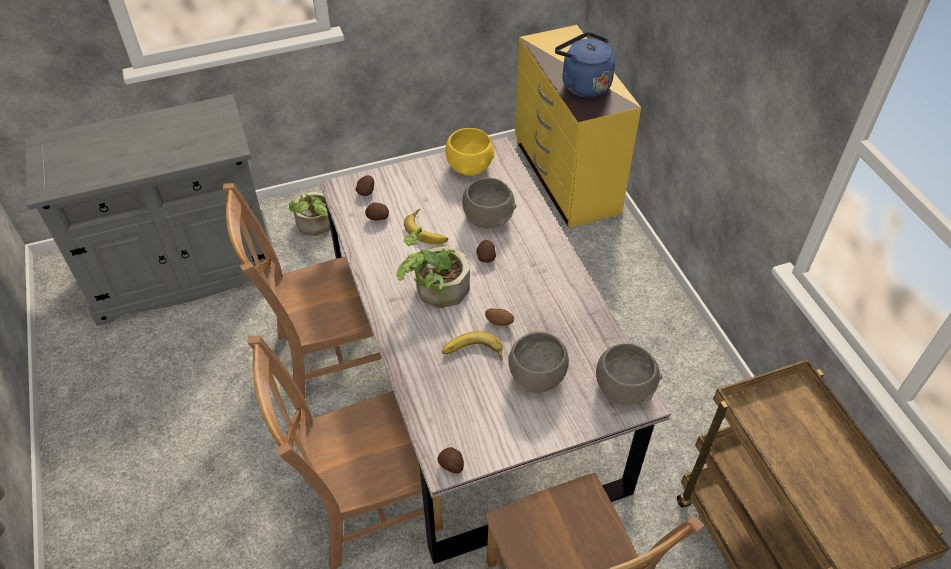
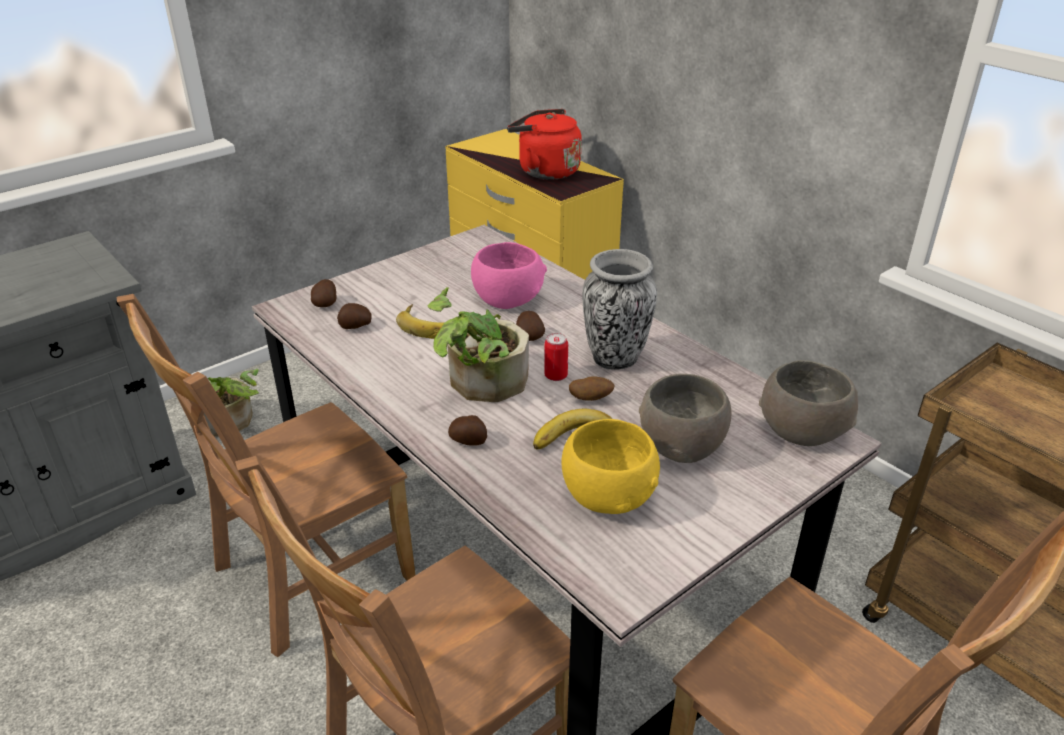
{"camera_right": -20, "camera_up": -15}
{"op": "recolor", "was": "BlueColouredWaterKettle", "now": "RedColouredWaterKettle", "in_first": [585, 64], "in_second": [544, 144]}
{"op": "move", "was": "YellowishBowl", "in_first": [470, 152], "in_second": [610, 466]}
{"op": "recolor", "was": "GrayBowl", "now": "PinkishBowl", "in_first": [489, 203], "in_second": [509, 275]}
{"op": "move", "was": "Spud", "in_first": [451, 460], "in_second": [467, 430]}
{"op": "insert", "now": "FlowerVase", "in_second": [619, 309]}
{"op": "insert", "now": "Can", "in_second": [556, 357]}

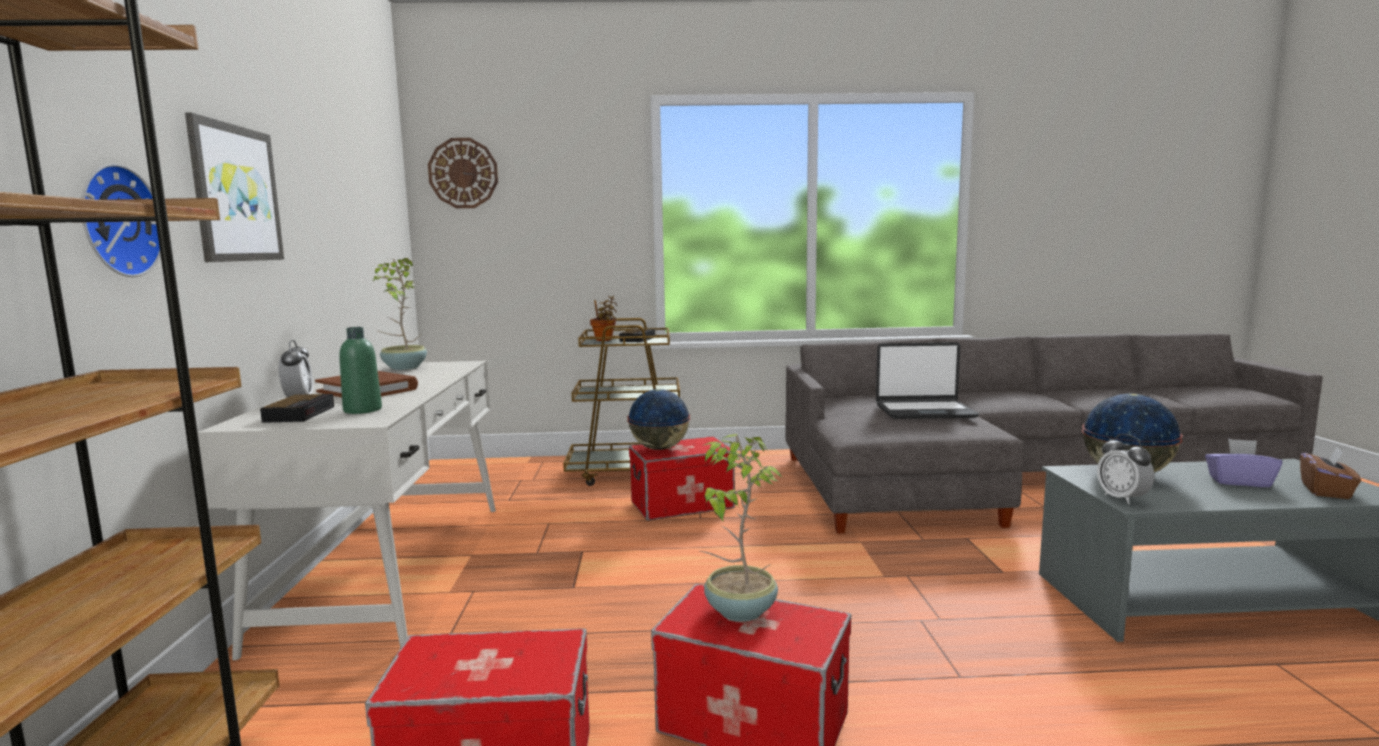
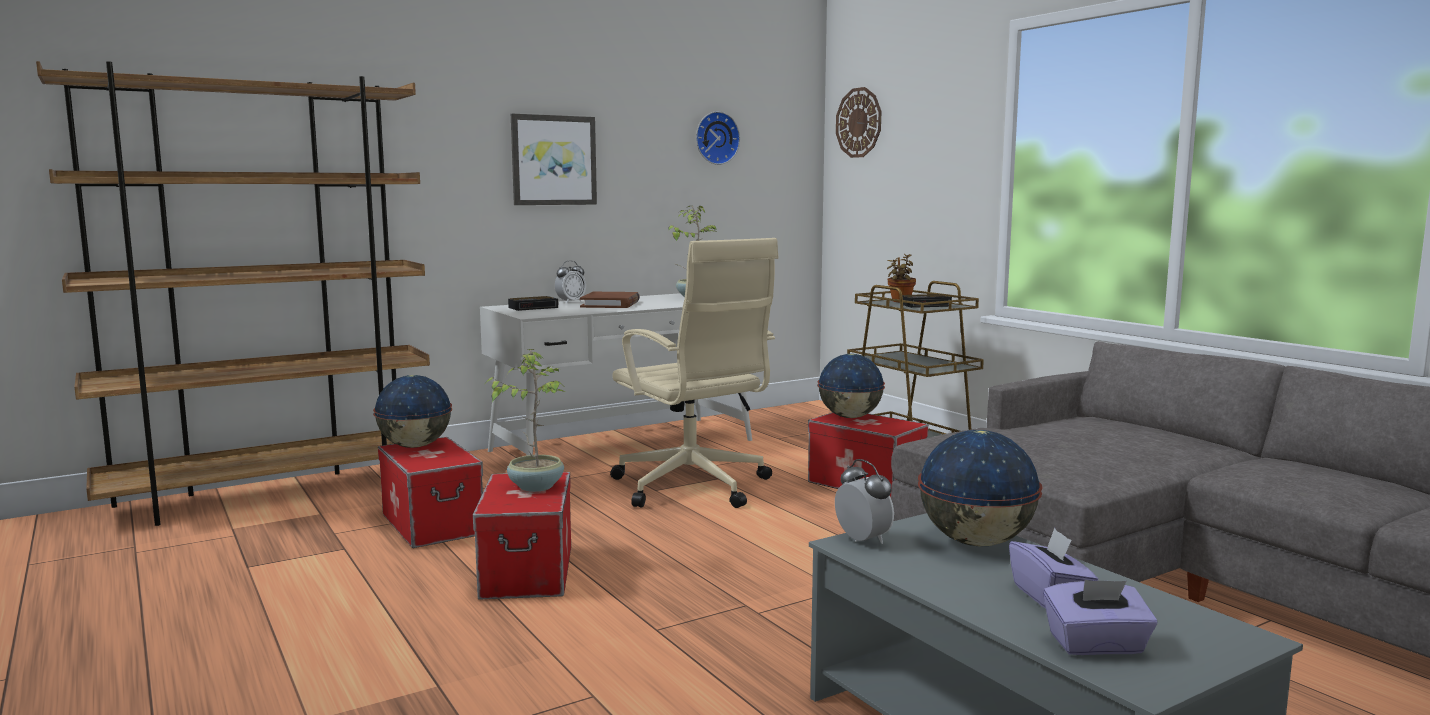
{"camera_right": 60, "camera_up": 0}
{"op": "move", "was": "WallClock", "in_first": [121, 220], "in_second": [718, 138]}
{"op": "delete", "was": "GreenColouredDrinkBottle", "in_first": [360, 370]}
{"op": "delete", "was": "PortableComputer", "in_first": [927, 380]}
{"op": "rotate", "was": "TableClock", "in_first": [1125, 469], "in_second": [864, 501], "clockwise": 105}
{"op": "recolor", "was": "BrownColouredTissueBox", "now": "PurplishTissueBox", "in_first": [1330, 473], "in_second": [1100, 617]}
{"op": "insert", "now": "SandColouredOfficeChair", "in_second": [694, 373]}
{"op": "insert", "now": "Globe", "in_second": [412, 411]}

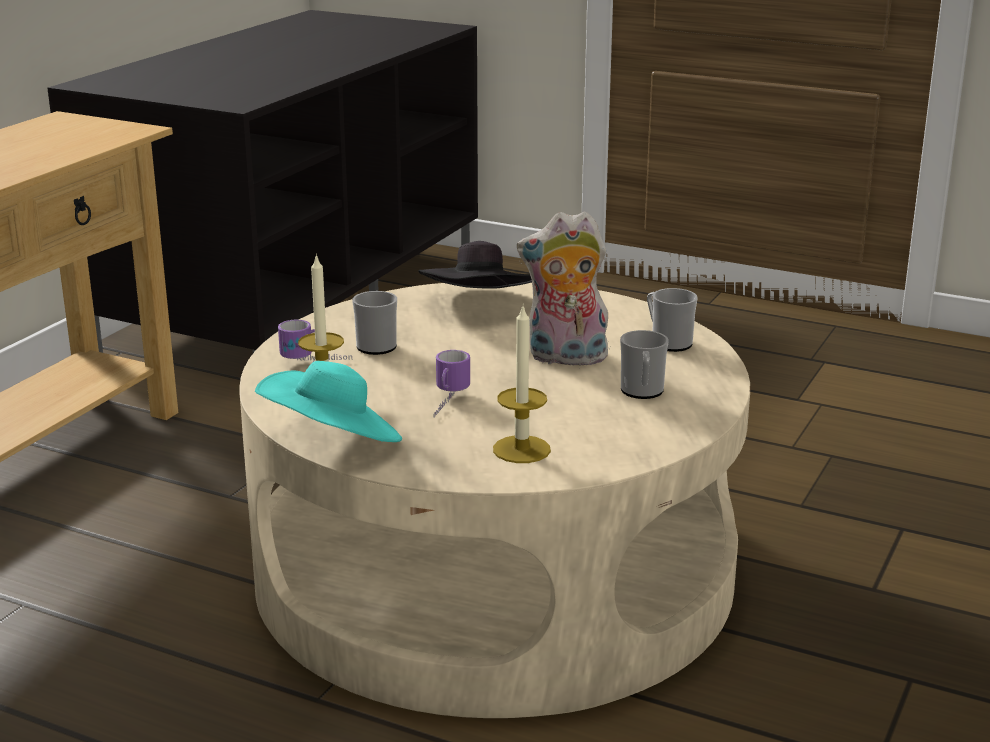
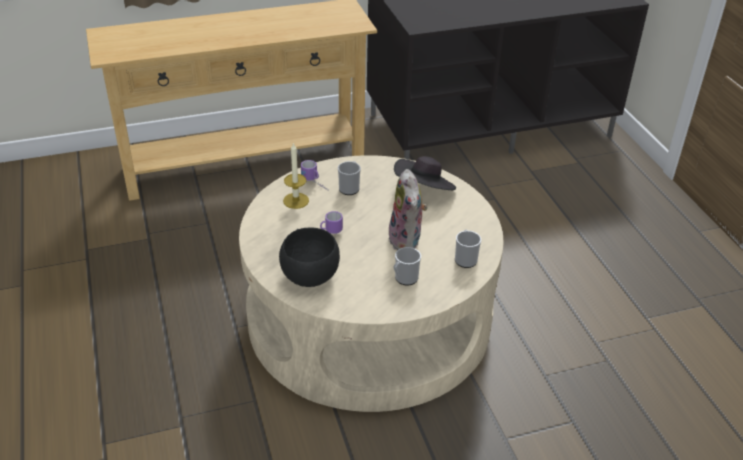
{"camera_right": 45, "camera_up": 15}
{"op": "rotate", "was": "PlushToy", "in_first": [562, 290], "in_second": [408, 209], "clockwise": -150}
{"op": "replace", "was": "WaxLight", "now": "BlackColouredBowl", "in_first": [522, 385], "in_second": [309, 257]}
{"op": "delete", "was": "BlueGreenWearableHat", "in_first": [328, 401]}

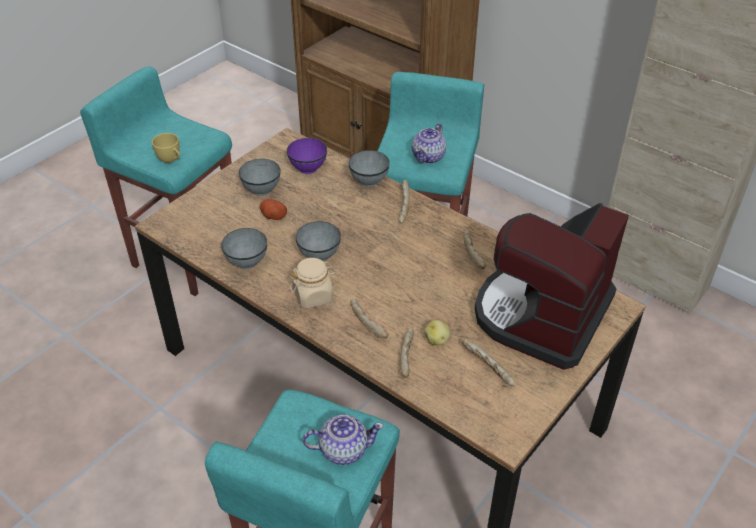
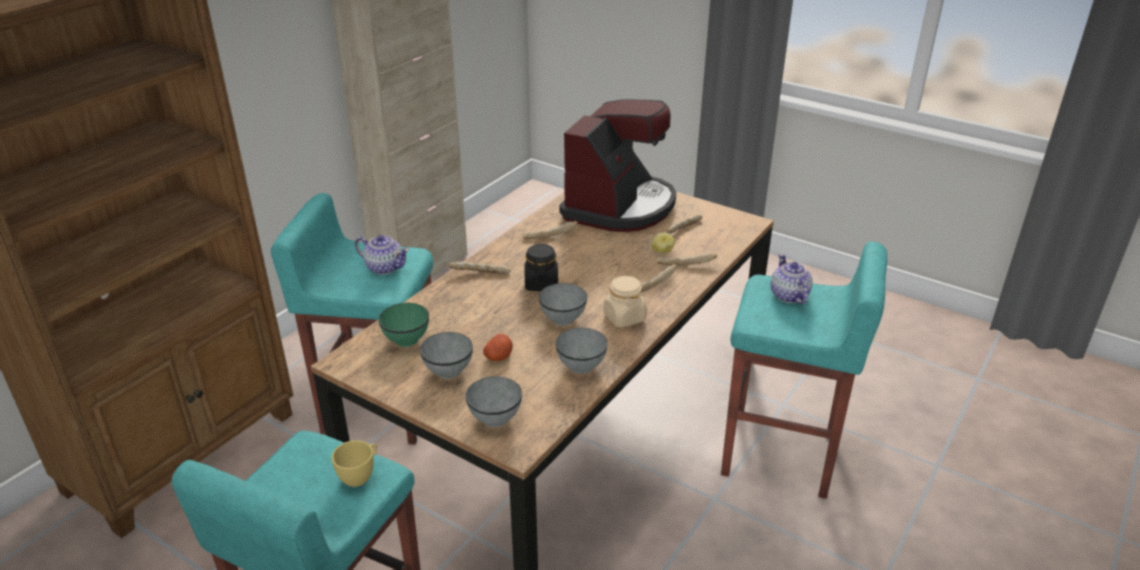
{"camera_right": -95, "camera_up": -10}
{"op": "recolor", "was": "PurplishBowl", "now": "GreenColouredBowl", "in_first": [307, 156], "in_second": [403, 325]}
{"op": "move", "was": "GrayBowl", "in_first": [369, 168], "in_second": [494, 401]}
{"op": "rotate", "was": "CoffeeMaker", "in_first": [552, 286], "in_second": [618, 165], "clockwise": -90}
{"op": "insert", "now": "BlackColouredJar", "in_second": [541, 267]}

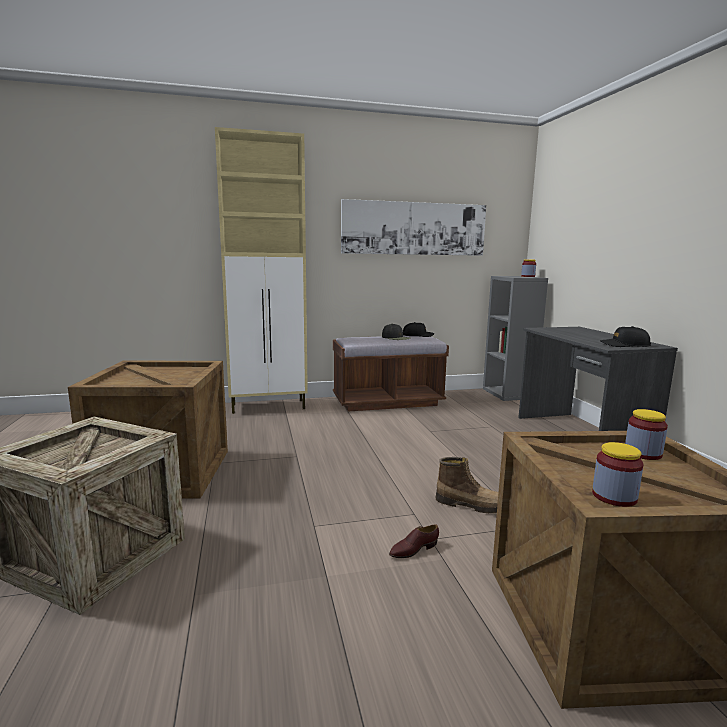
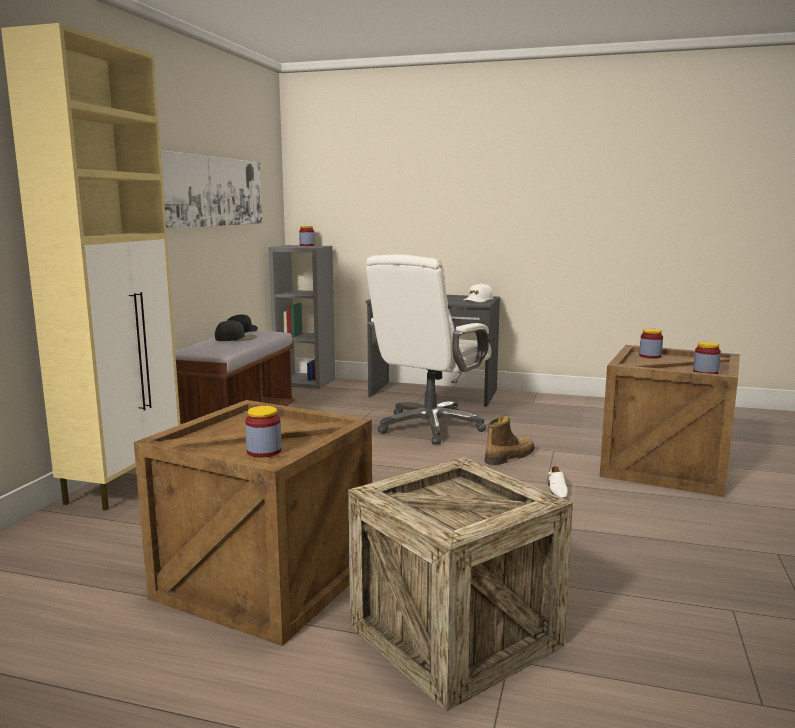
{"camera_right": -60, "camera_up": 0}
{"op": "recolor", "was": "BlackColouredPeakedCap", "now": "WhitePeakedCap", "in_first": [625, 336], "in_second": [478, 292]}
{"op": "recolor", "was": "BrownColouredShoe", "now": "WhiteShoe", "in_first": [414, 541], "in_second": [558, 482]}
{"op": "insert", "now": "WhiteOfficeChair", "in_second": [428, 349]}
{"op": "insert", "now": "Jar", "in_second": [263, 431]}

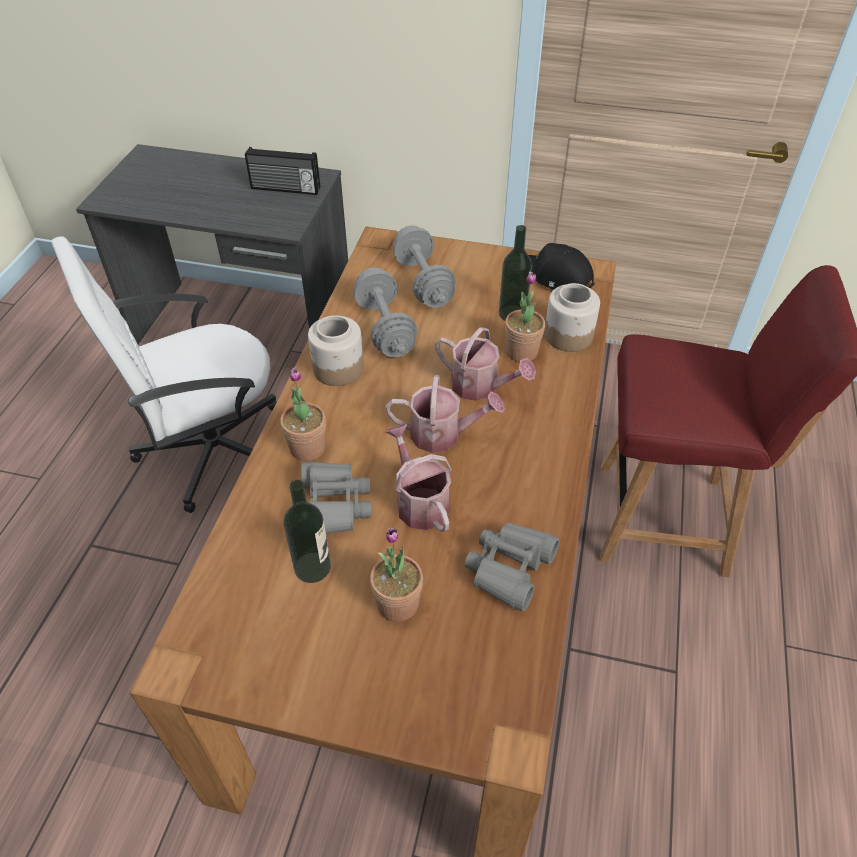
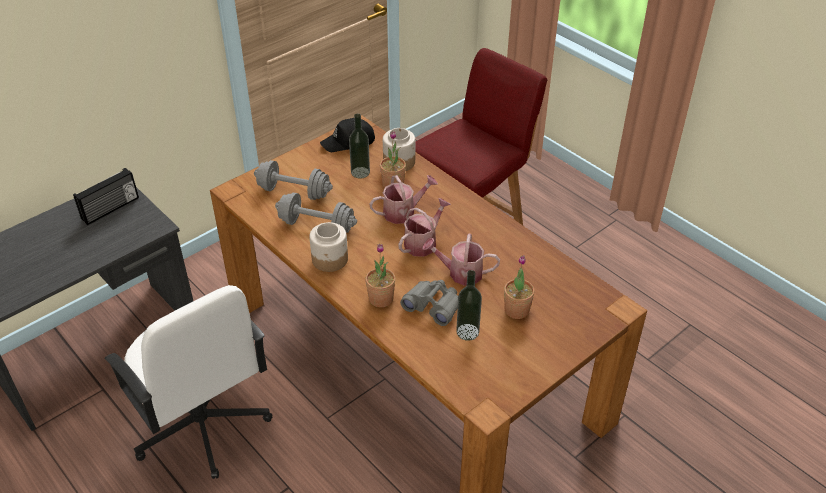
{"camera_right": -55, "camera_up": -5}
{"op": "rotate", "was": "WhiteOfficeChair", "in_first": [164, 374], "in_second": [188, 382], "clockwise": -45}
{"op": "delete", "was": "GrayBinoculars", "in_first": [512, 567]}

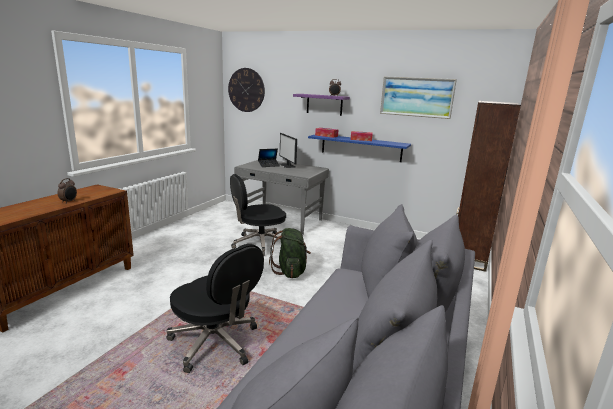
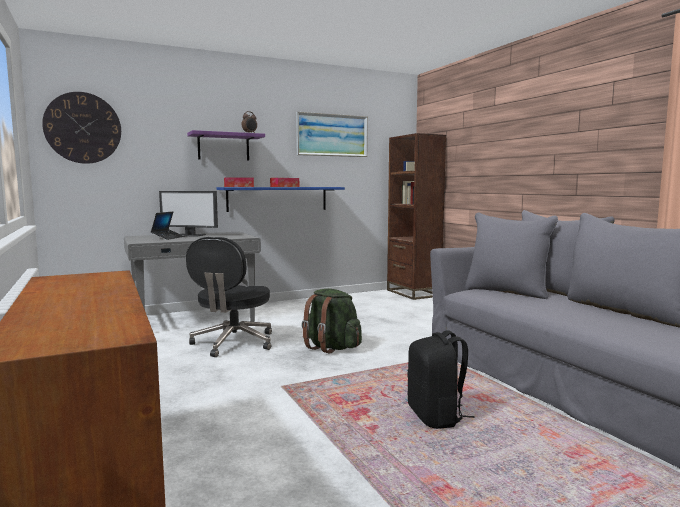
{"camera_right": -50, "camera_up": -10}
{"op": "delete", "was": "TableClock", "in_first": [67, 191]}
{"op": "replace", "was": "BlackColouredOfficeChair", "now": "BlackColouredBackpack", "in_first": [215, 308], "in_second": [441, 379]}

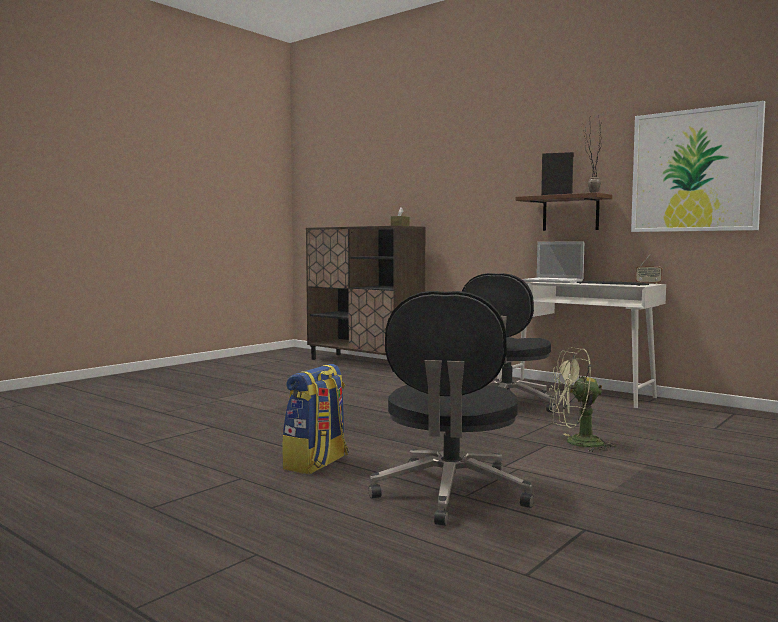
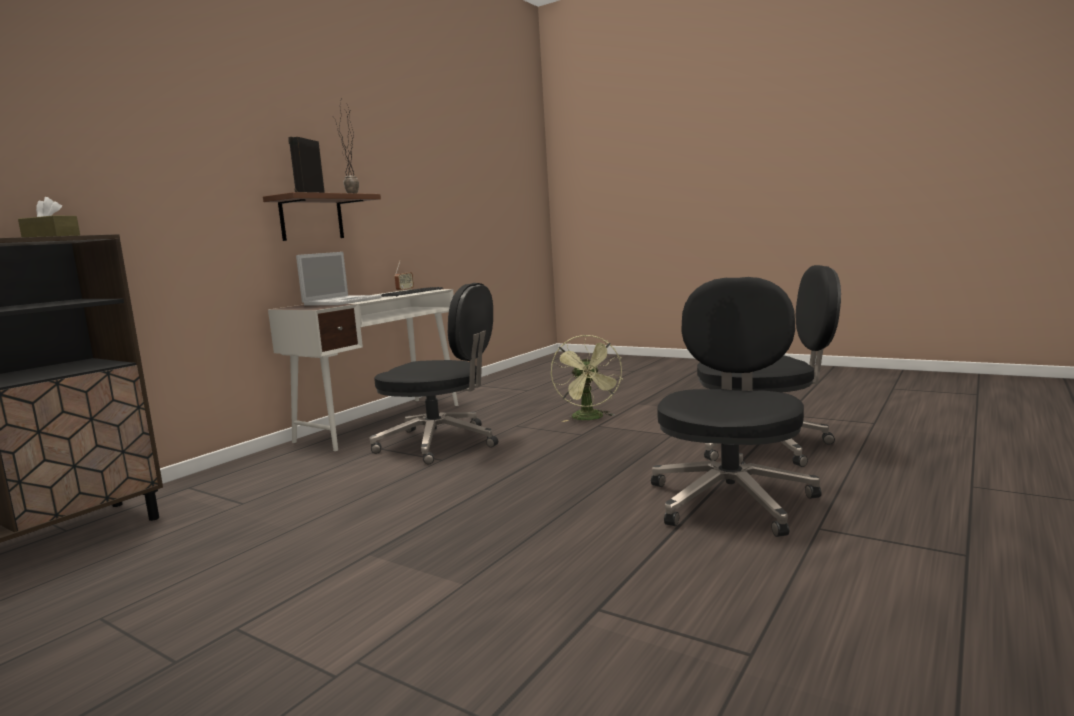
{"camera_right": -95, "camera_up": 5}
{"op": "delete", "was": "Picture", "in_first": [698, 166]}
{"op": "replace", "was": "Backpack", "now": "BlackColouredOfficeChair", "in_first": [315, 419], "in_second": [736, 407]}

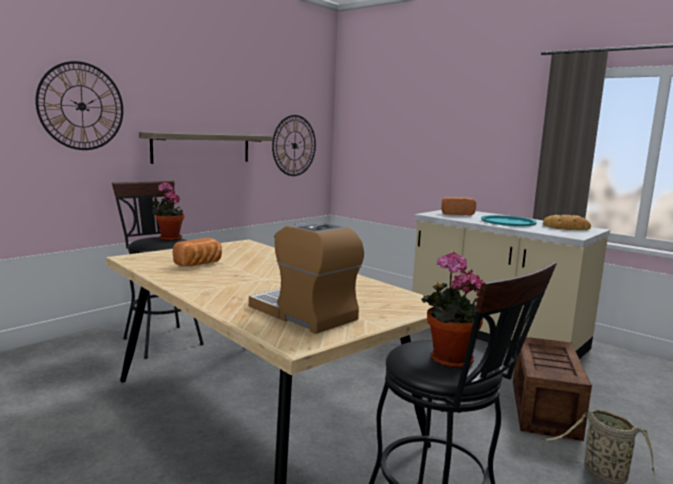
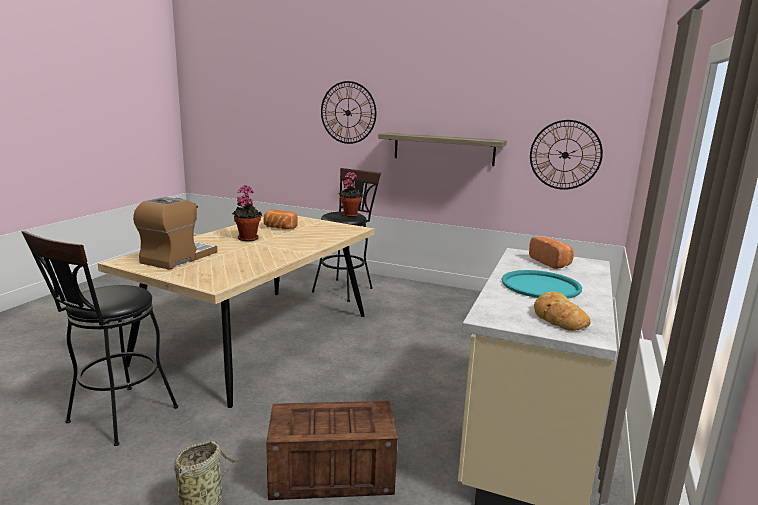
{"camera_right": 70, "camera_up": 5}
{"op": "move", "was": "Houseplant", "in_first": [453, 310], "in_second": [247, 213]}

